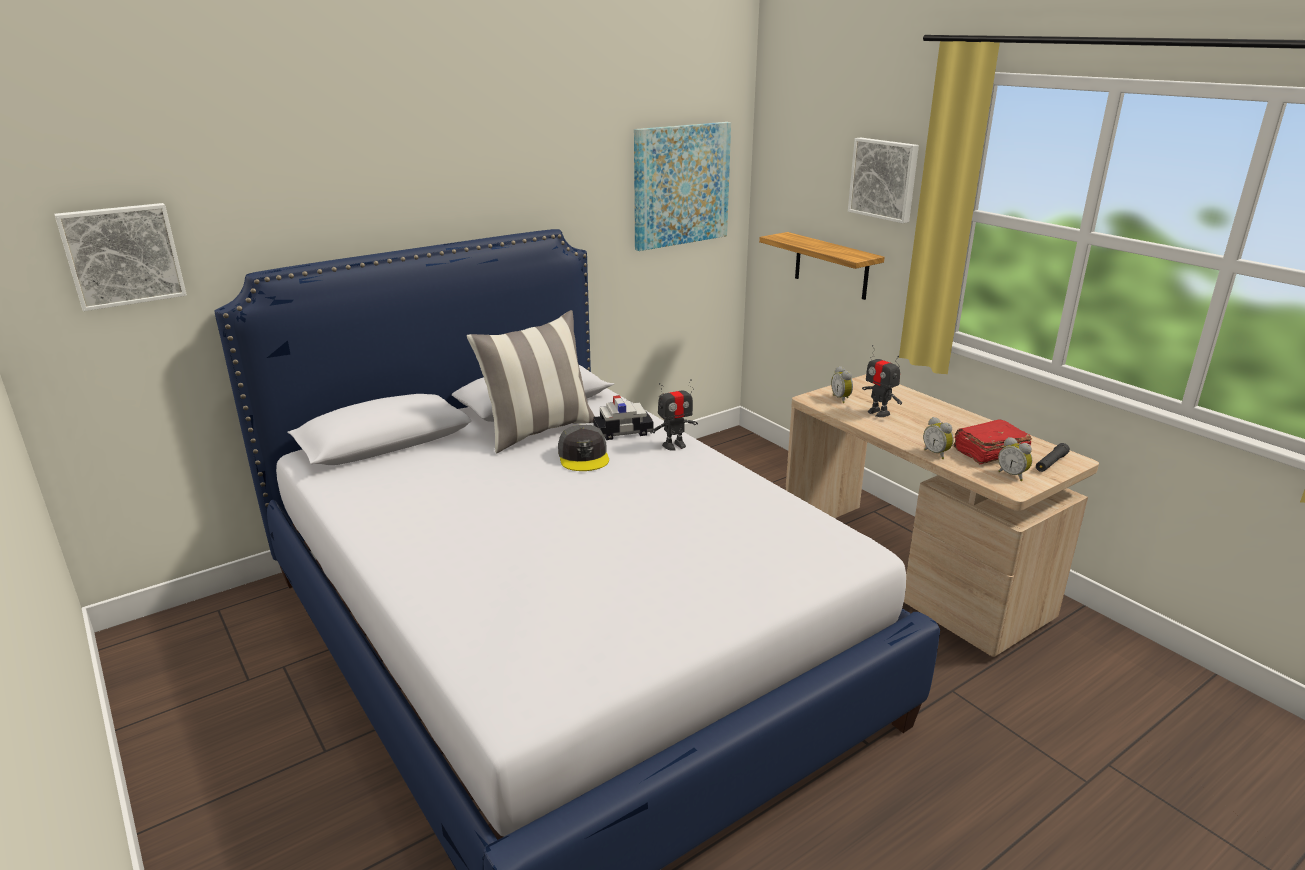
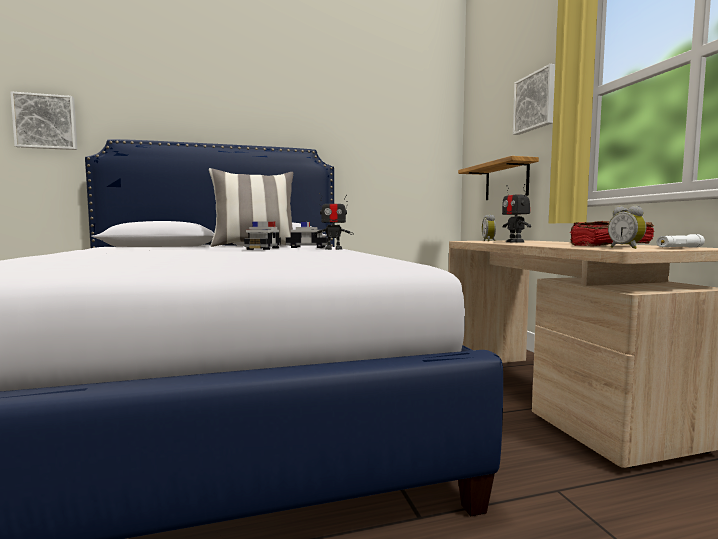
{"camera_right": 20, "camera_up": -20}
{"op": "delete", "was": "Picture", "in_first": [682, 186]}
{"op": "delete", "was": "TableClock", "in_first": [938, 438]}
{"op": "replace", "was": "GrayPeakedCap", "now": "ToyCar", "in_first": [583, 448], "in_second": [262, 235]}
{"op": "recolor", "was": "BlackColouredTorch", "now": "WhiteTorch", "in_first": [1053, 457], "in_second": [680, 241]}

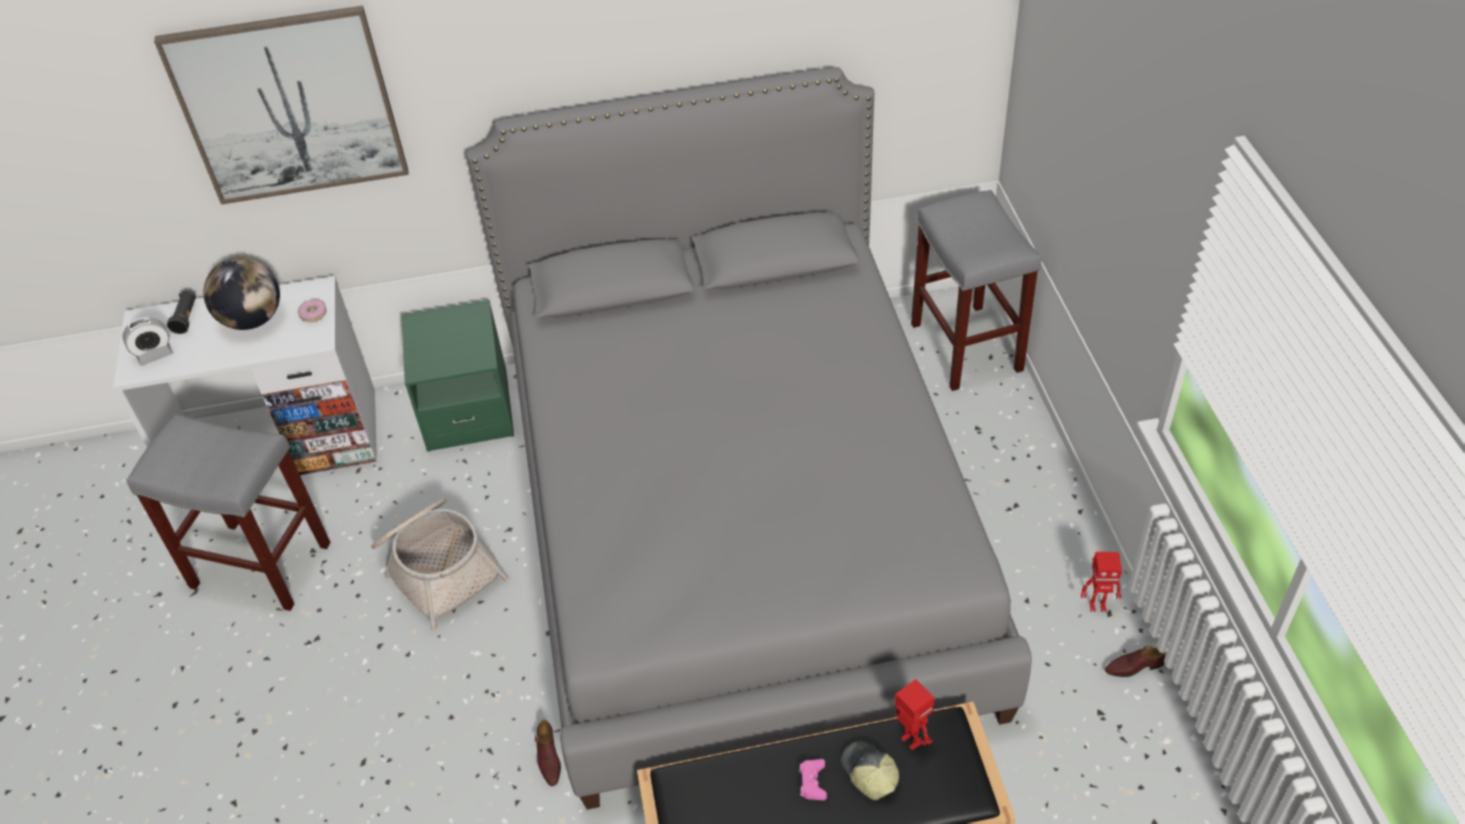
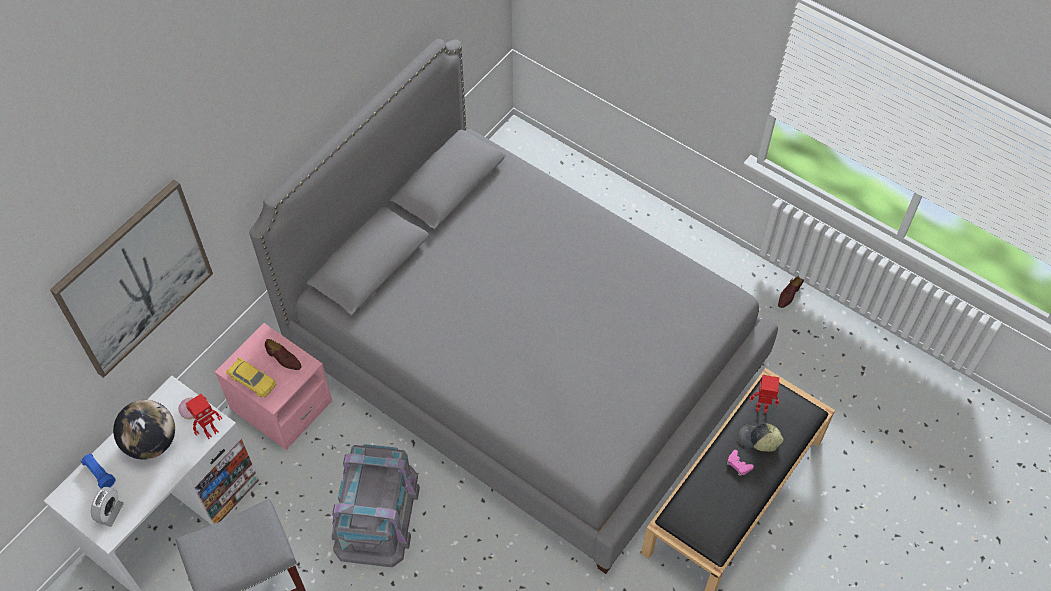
{"camera_right": -45, "camera_up": 10}
{"op": "delete", "was": "GrayStoolSeat", "in_first": [976, 290]}
{"op": "recolor", "was": "BlackColouredTorch", "now": "BlueColouredTorch", "in_first": [181, 312], "in_second": [98, 471]}
{"op": "recolor", "was": "GreenColouredBedsideTable", "now": "PinkishBedsideTable", "in_first": [457, 376], "in_second": [273, 386]}
{"op": "replace", "was": "HouseholdBasket", "now": "GrayStorageBin", "in_first": [440, 564], "in_second": [376, 505]}
{"op": "move", "was": "RobotFigure", "in_first": [1101, 582], "in_second": [204, 416]}
{"op": "move", "was": "BrownColouredShoe", "in_first": [548, 752], "in_second": [283, 354]}
{"op": "insert", "now": "YellowishToyCar", "in_second": [251, 377]}

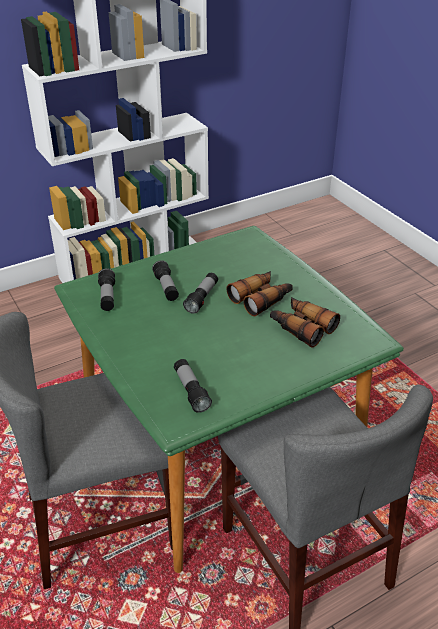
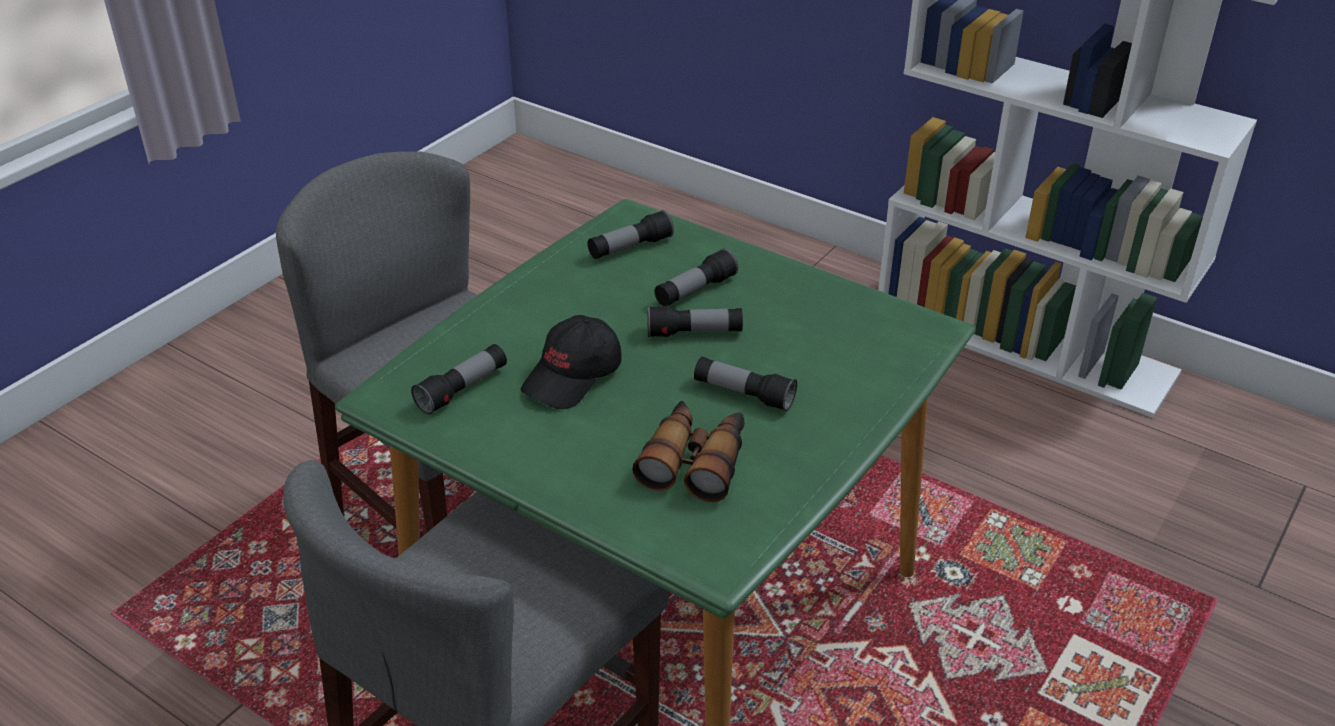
{"camera_right": 65, "camera_up": 0}
{"op": "replace", "was": "Binoculars", "now": "Torch", "in_first": [259, 293], "in_second": [745, 384]}
{"op": "insert", "now": "BlackColouredPeakedCap", "in_second": [571, 362]}

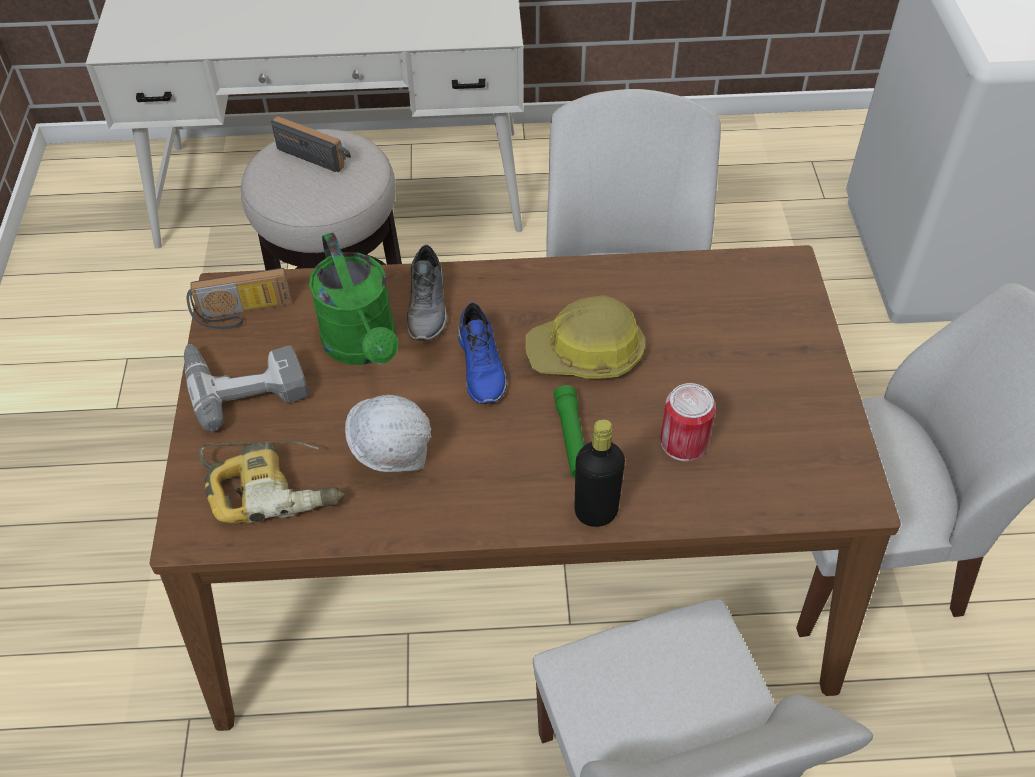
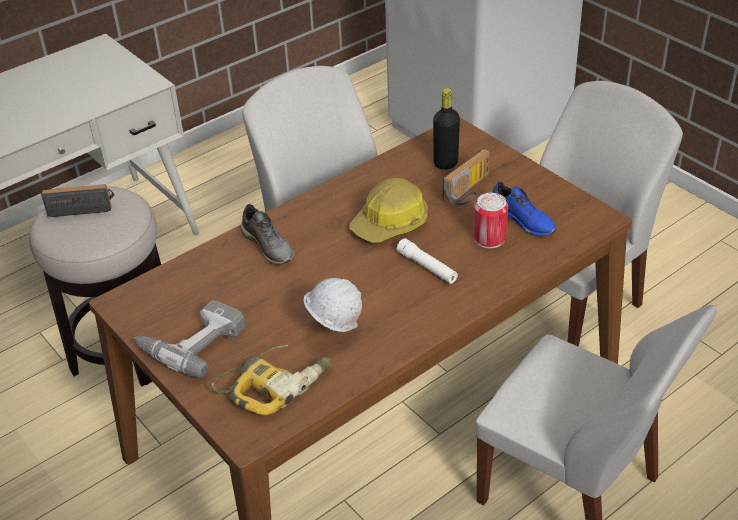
{"camera_right": -35, "camera_up": -10}
{"op": "delete", "was": "GreenColouredWateringCan", "in_first": [353, 299]}
{"op": "move", "was": "Radio", "in_first": [239, 298], "in_second": [466, 177]}
{"op": "move", "was": "BlueColouredShoe", "in_first": [482, 353], "in_second": [524, 209]}
{"op": "recolor", "was": "GreenColouredTorch", "now": "WhiteTorch", "in_first": [569, 431], "in_second": [427, 261]}
{"op": "move", "was": "BlackColouredDrinkBottle", "in_first": [599, 473], "in_second": [446, 129]}

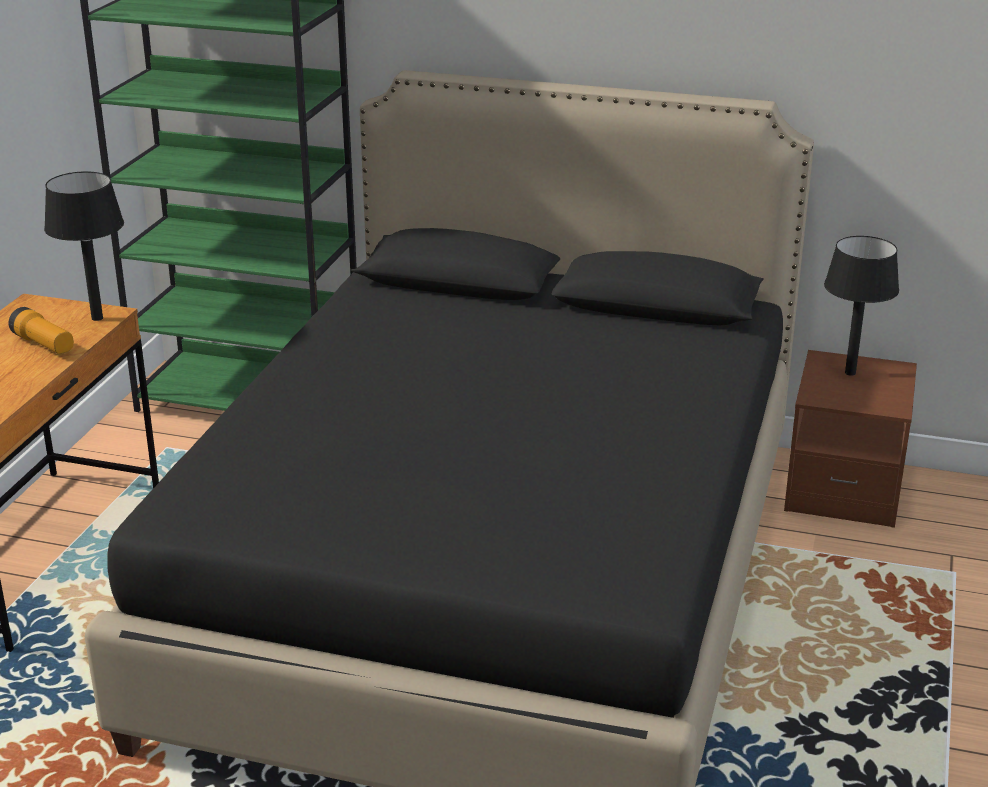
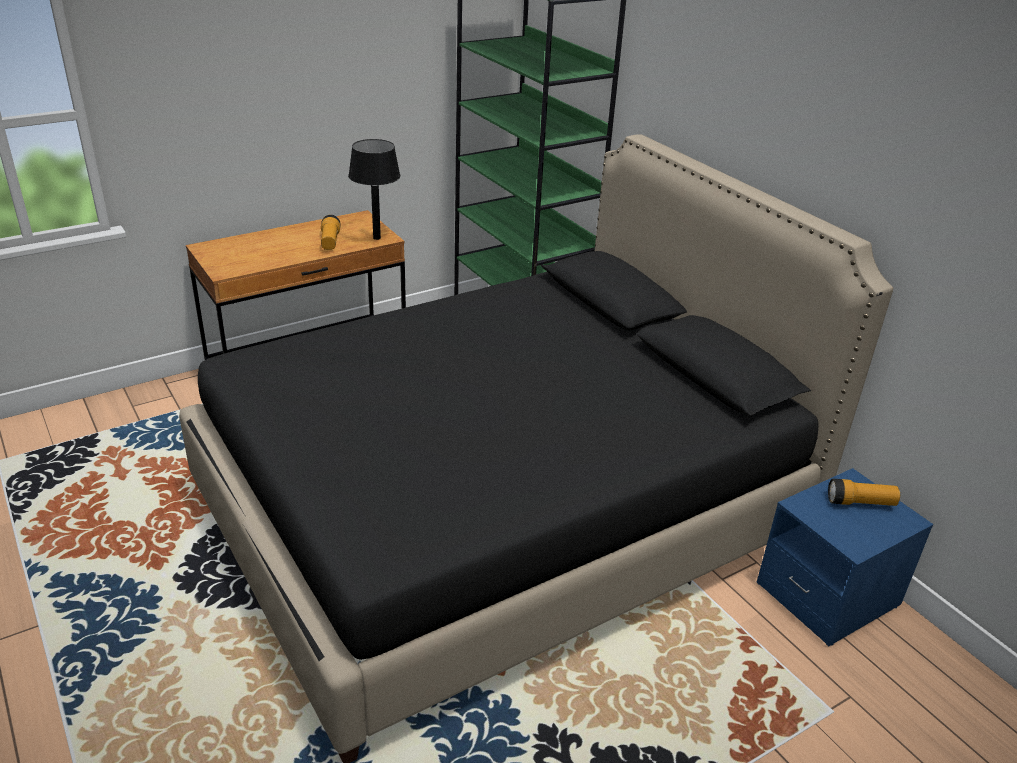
{"camera_right": 40, "camera_up": 5}
{"op": "replace", "was": "BlackColouredTableLamp", "now": "Torch", "in_first": [861, 306], "in_second": [864, 492]}
{"op": "recolor", "was": "BrownColouredBedsideTable", "now": "BlueColouredBedsideTable", "in_first": [850, 439], "in_second": [845, 557]}

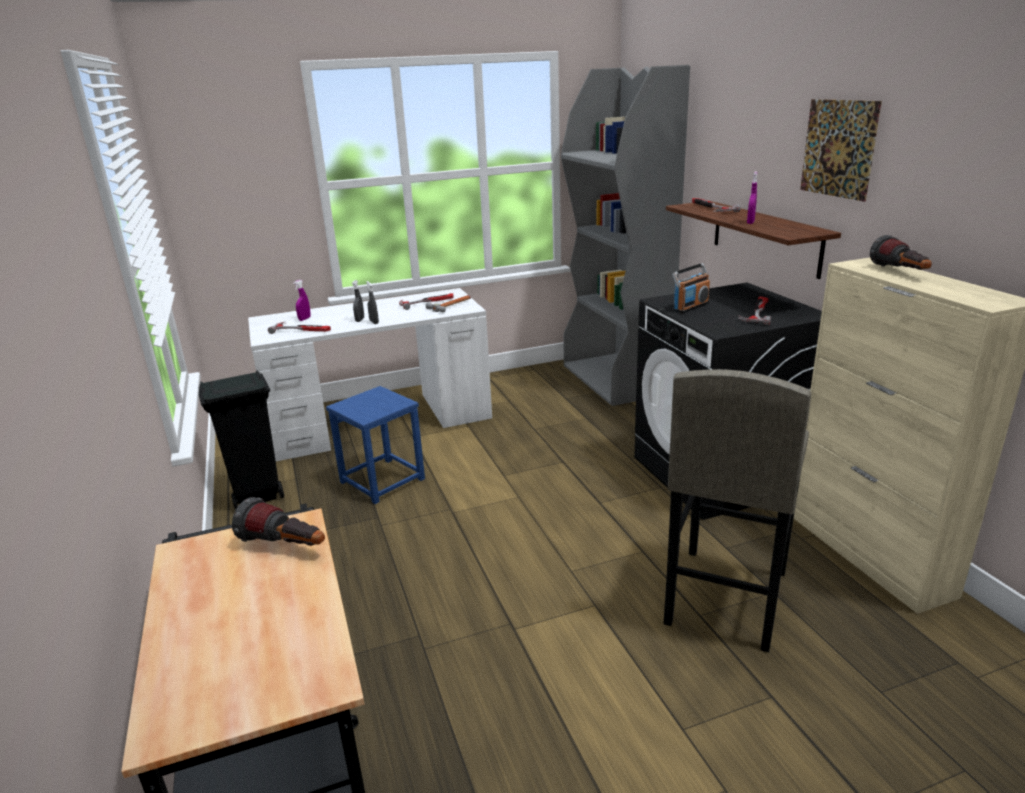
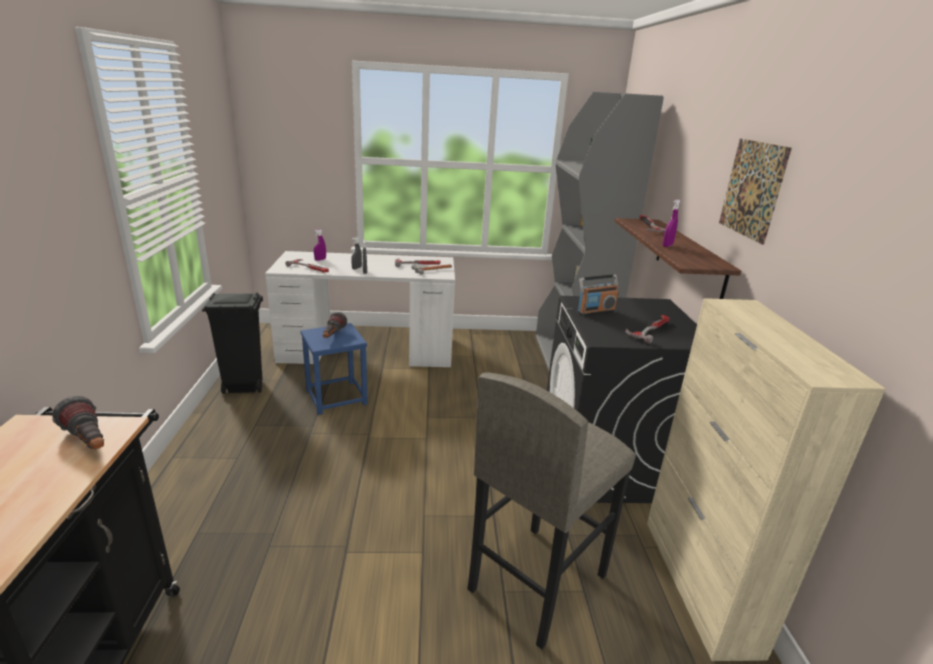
{"camera_right": 15, "camera_up": 0}
{"op": "move", "was": "Torch", "in_first": [901, 252], "in_second": [335, 325]}

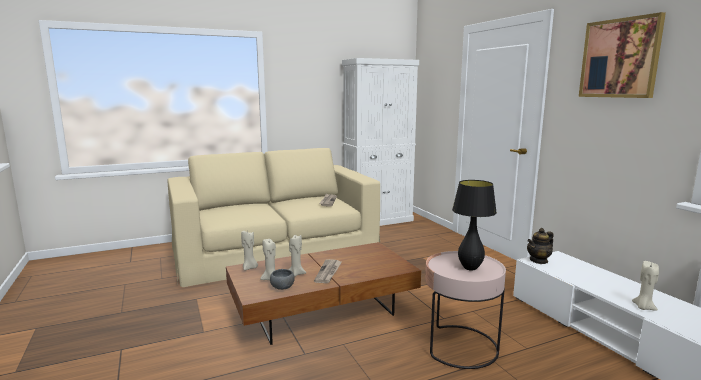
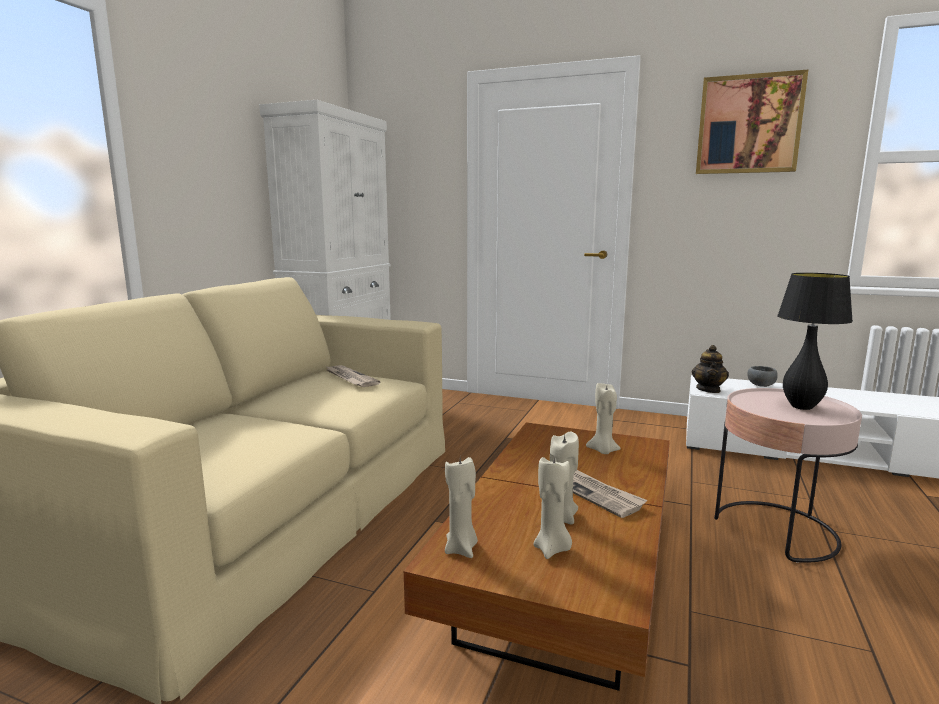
{"camera_right": -45, "camera_up": 0}
{"op": "move", "was": "SandColouredWaxLight", "in_first": [645, 286], "in_second": [603, 418]}
{"op": "move", "was": "GrayBowl", "in_first": [282, 279], "in_second": [762, 376]}

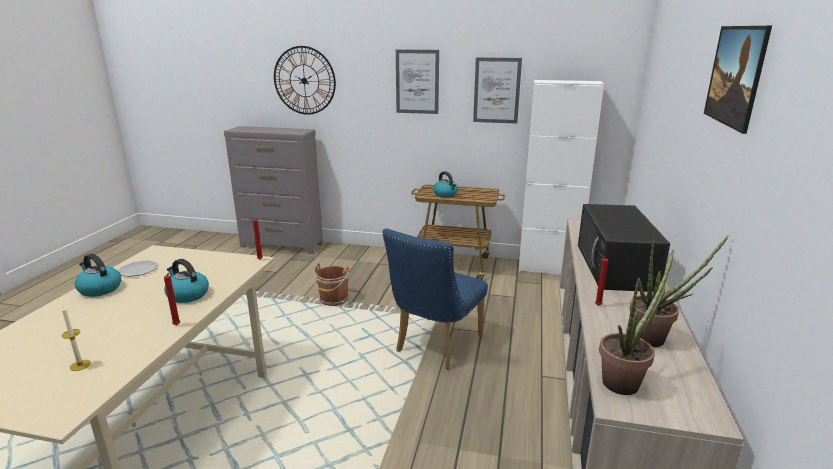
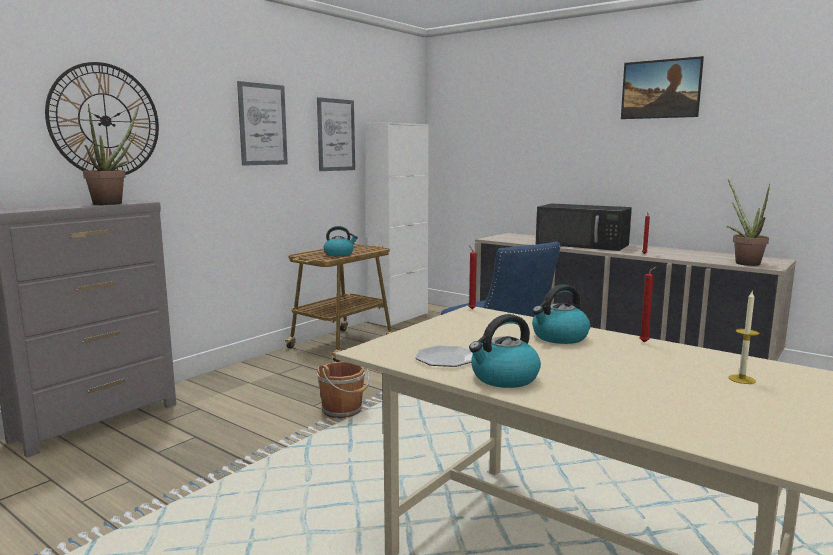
{"camera_right": -65, "camera_up": -10}
{"op": "move", "was": "Houseplant", "in_first": [679, 291], "in_second": [111, 154]}

